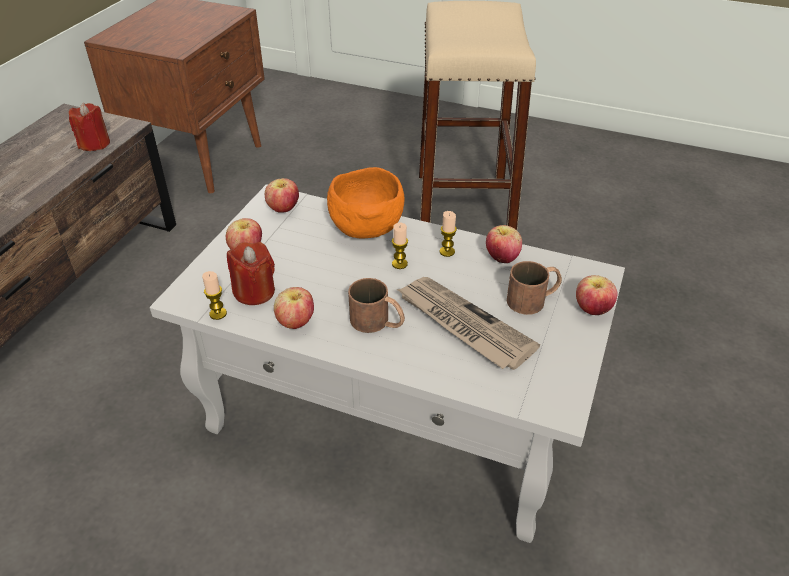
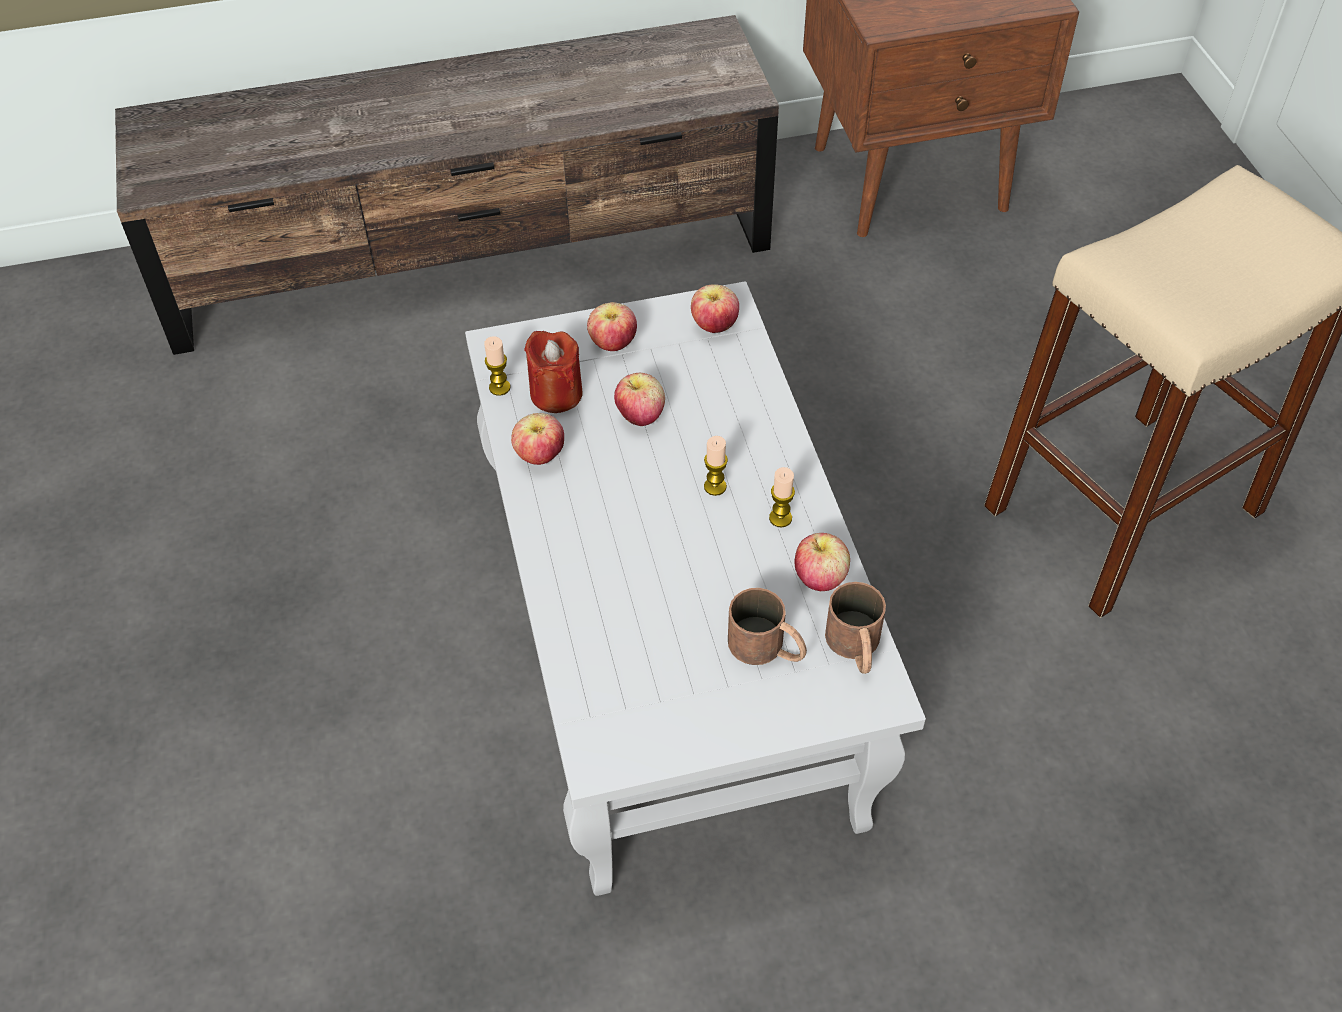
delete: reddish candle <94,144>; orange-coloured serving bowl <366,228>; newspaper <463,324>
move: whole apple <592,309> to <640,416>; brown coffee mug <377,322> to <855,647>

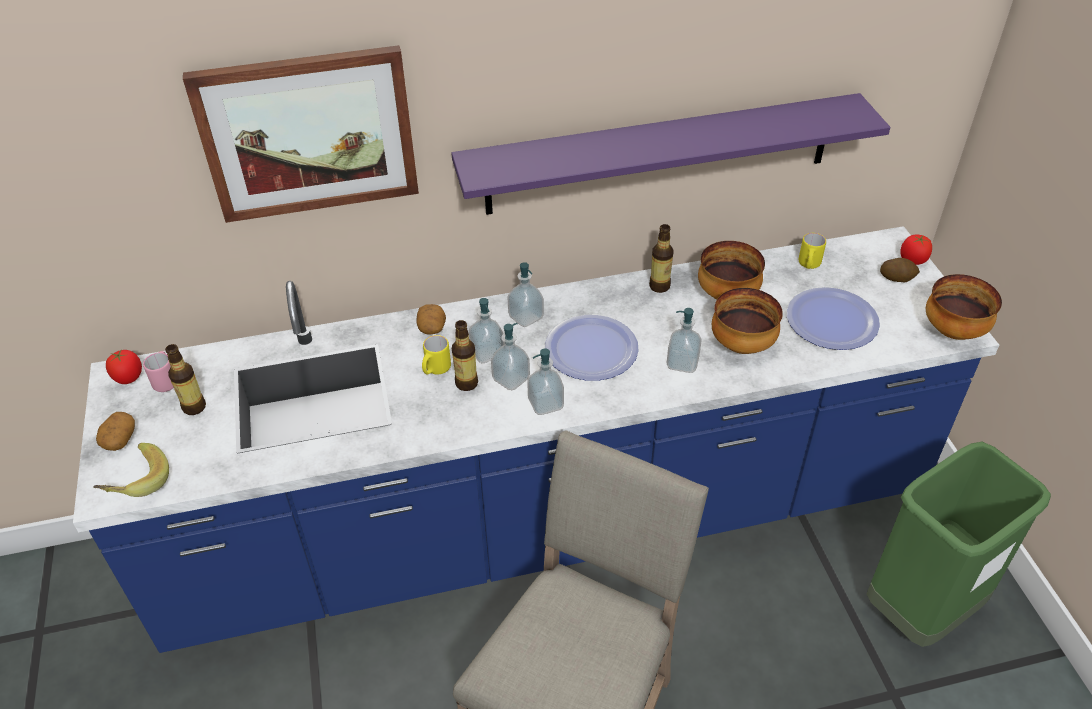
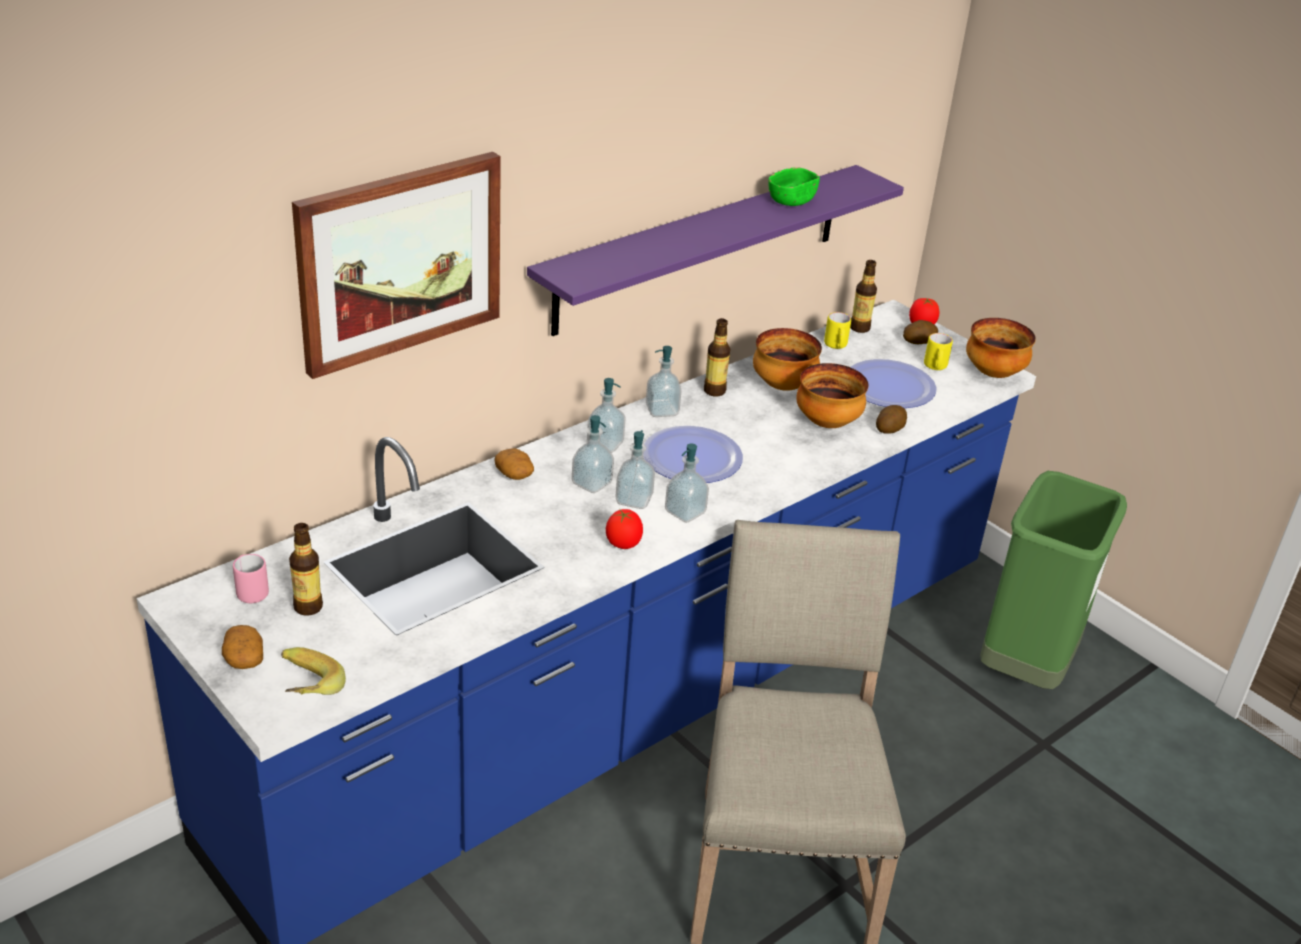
insert: greenish serving bowl <791,200>; potato <889,428>
move: liquid soap bottle <682,363> to <662,410>; beverage bottle <466,383> to <859,328>; yellow-coloured coffee mug <435,370> to <935,367>; fresh tomato <129,377> to <623,543>

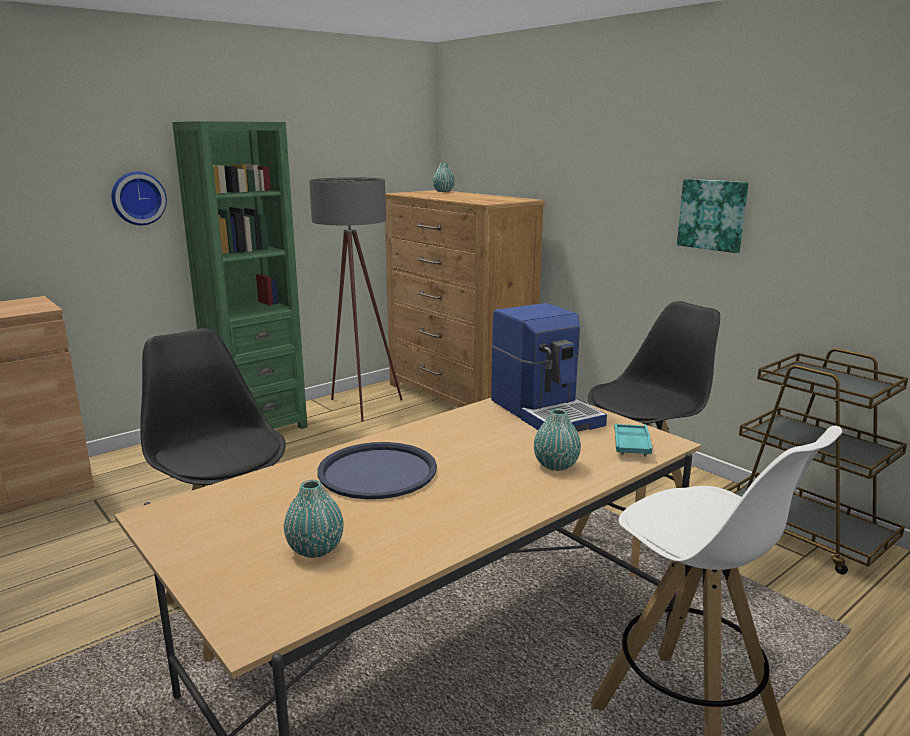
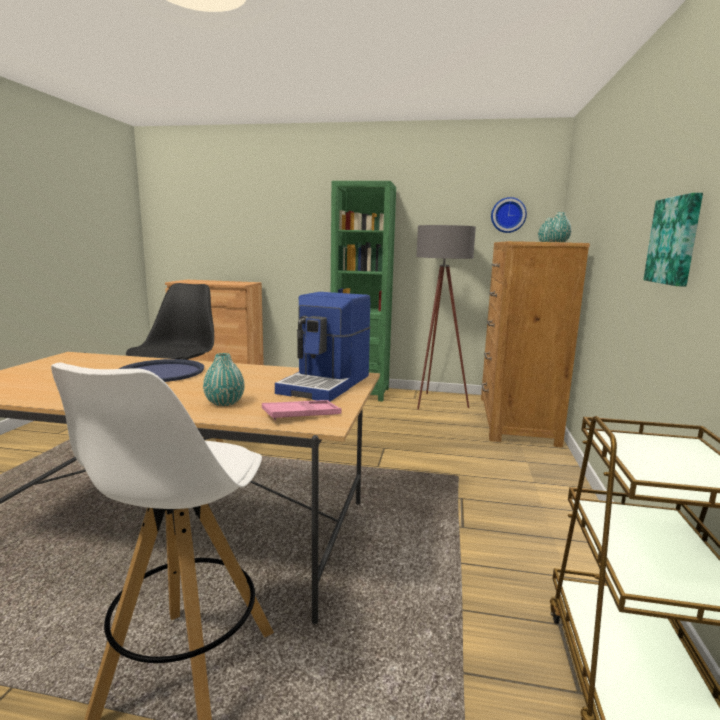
delete: black-coloured stool seat <637,540>
move: clock on the wall <138,198> to <508,215>; blue-green vase <315,549> to <557,242>
recolor: blue-green tray <631,444> to pinkish tray <301,415>

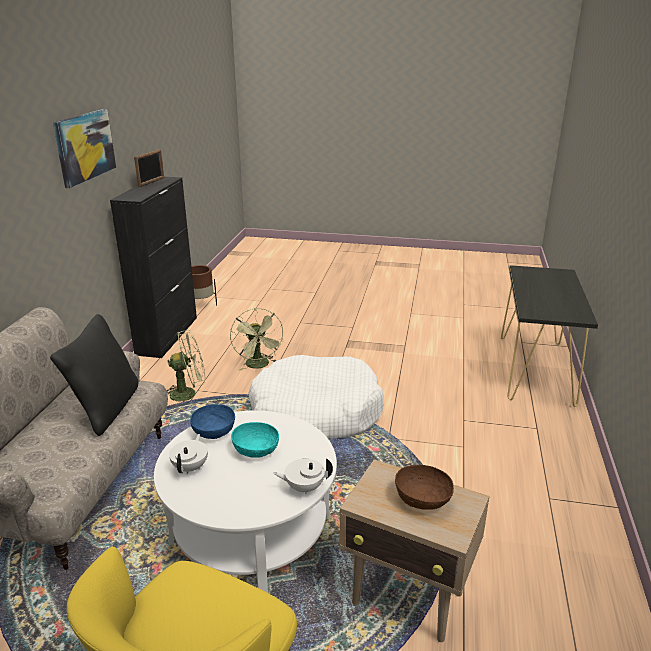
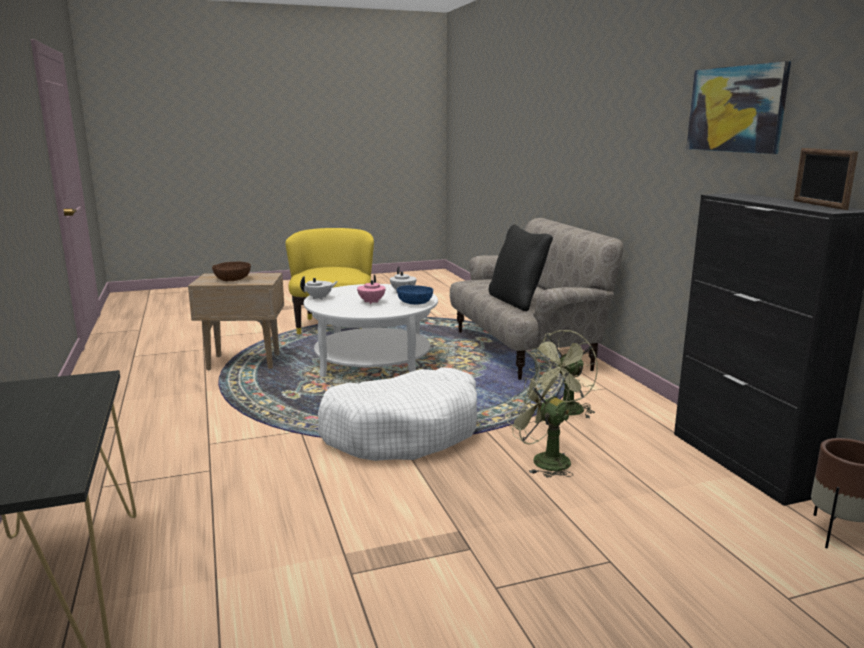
replace: blue-green serving bowl <256,450> to pinkish teapot <371,302>

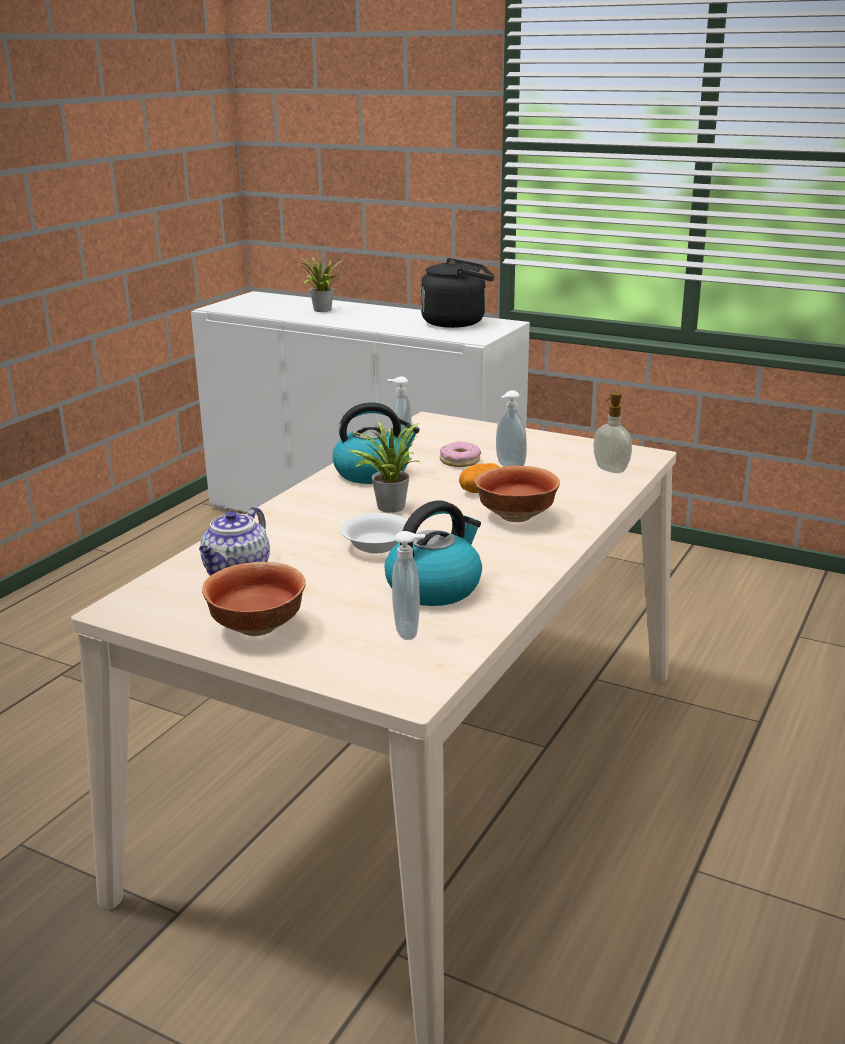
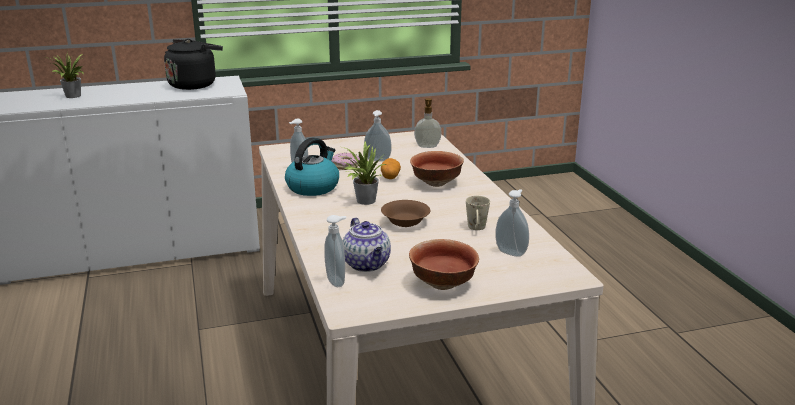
insert: liquid soap bottle <337,281>
replace: kettle <434,587> to beige coffee mug <477,229>
recolor: whitish serving bowl <376,546> to brown serving bowl <404,222>

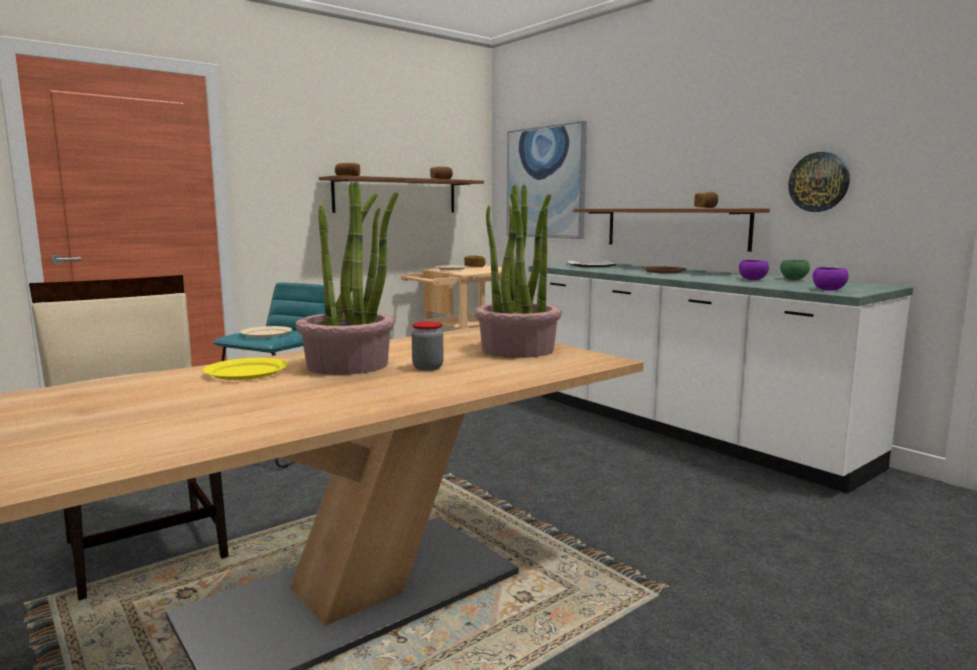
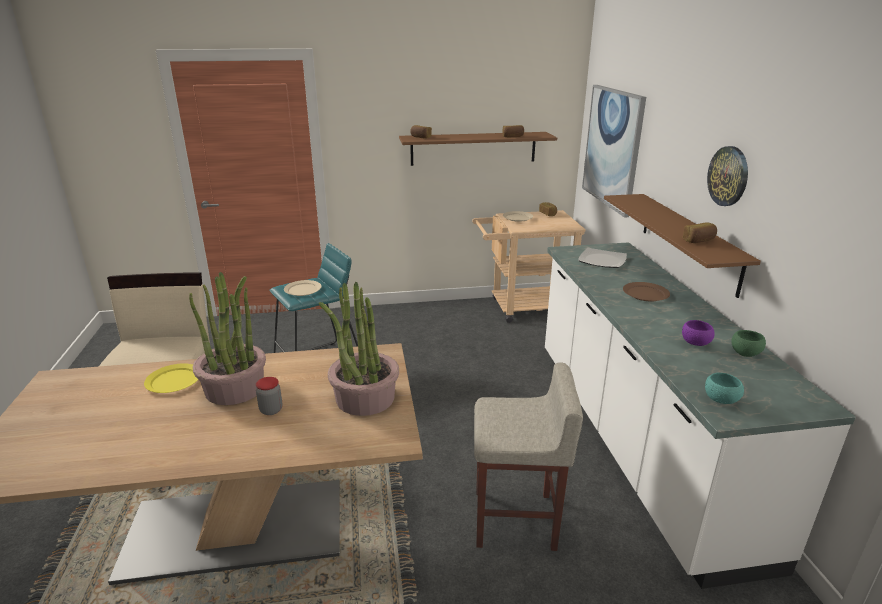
insert: beige stool seat <516,520>
move: clock on the wall <819,182> to <728,176>
recolor: purple serving bowl <828,290> to blue-green serving bowl <721,400>

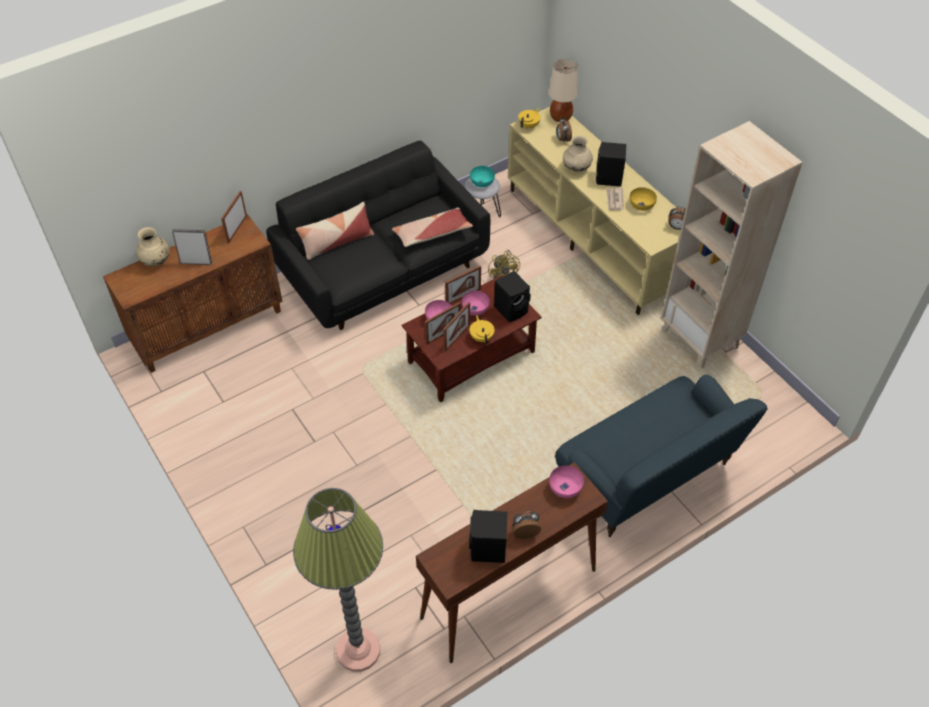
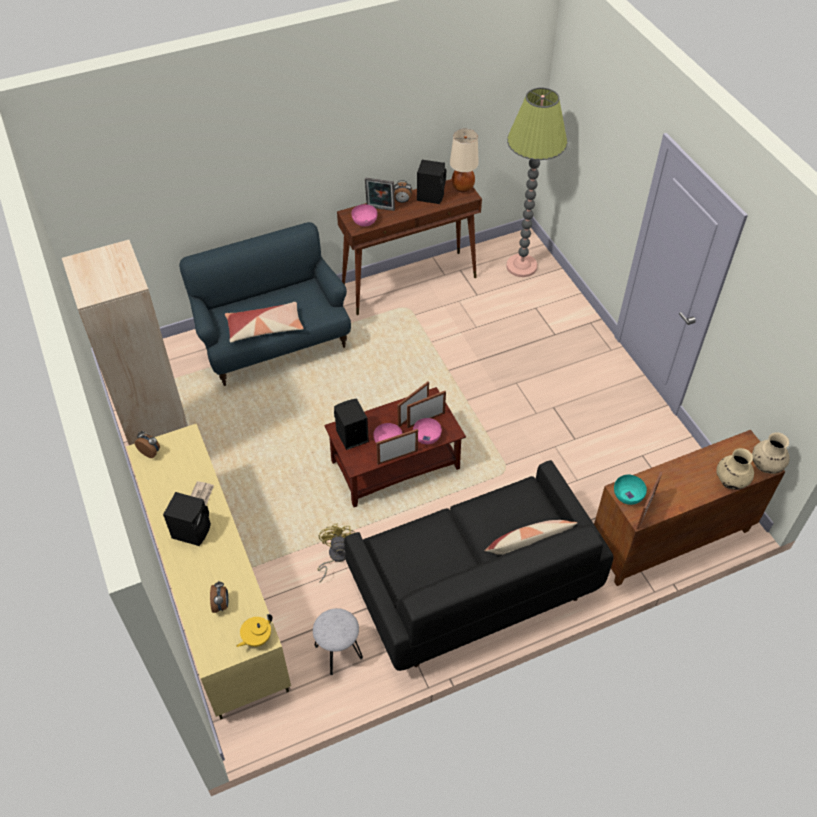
delete: yellow-coloured serving bowl <641,205>; yellow-coloured teapot <482,337>
move: beige tabletop lamp <560,118> to <462,187>; beige vase <576,168> to <765,466>; blue-green serving bowl <482,182> to <627,495>; throw pillow <432,233> to <265,327>; photo frame <196,262> to <380,209>

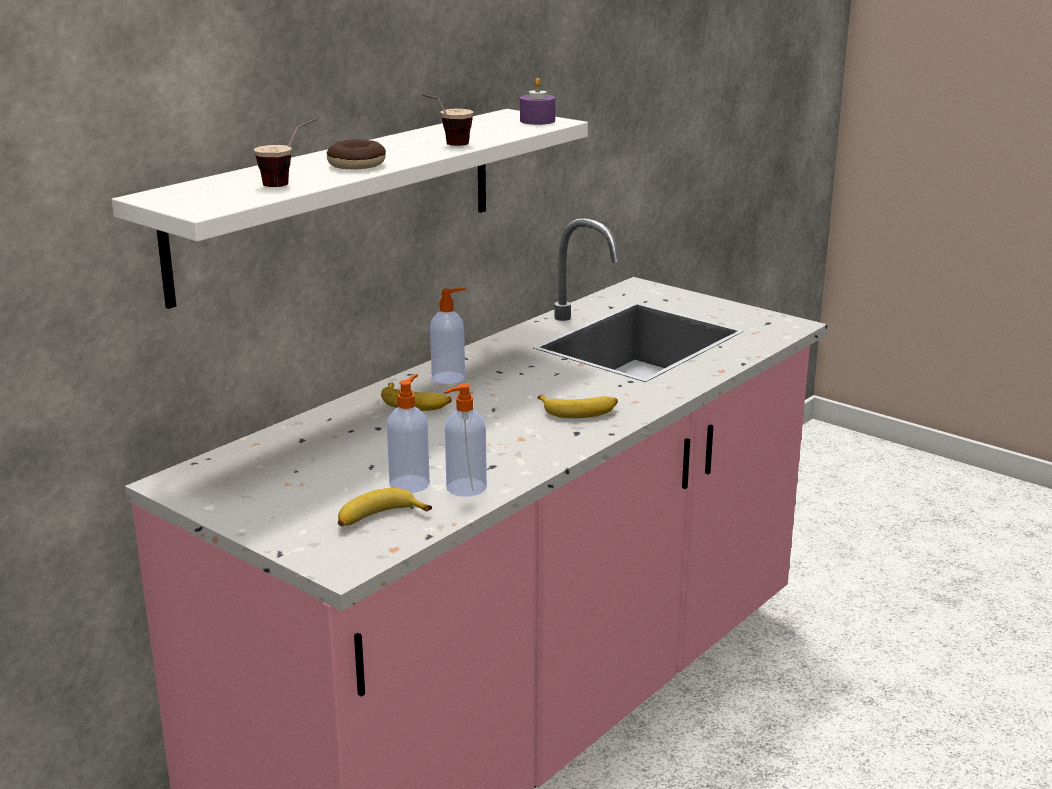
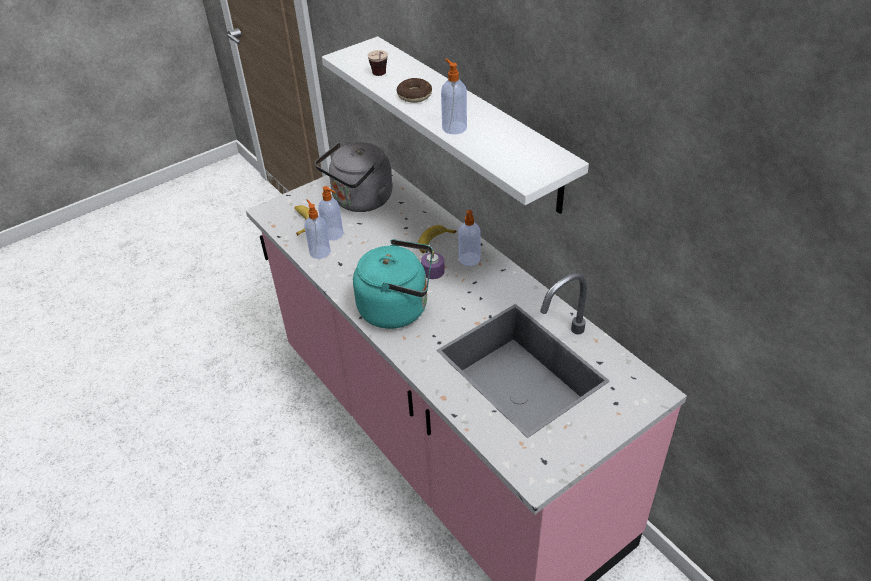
insert: greyish kettle <360,201>
move: purple candle <537,121> to <433,271>
replace: small cup <447,146> to liquid soap bottle <454,127>; whole banana <579,411> to blue-green kettle <398,308>

